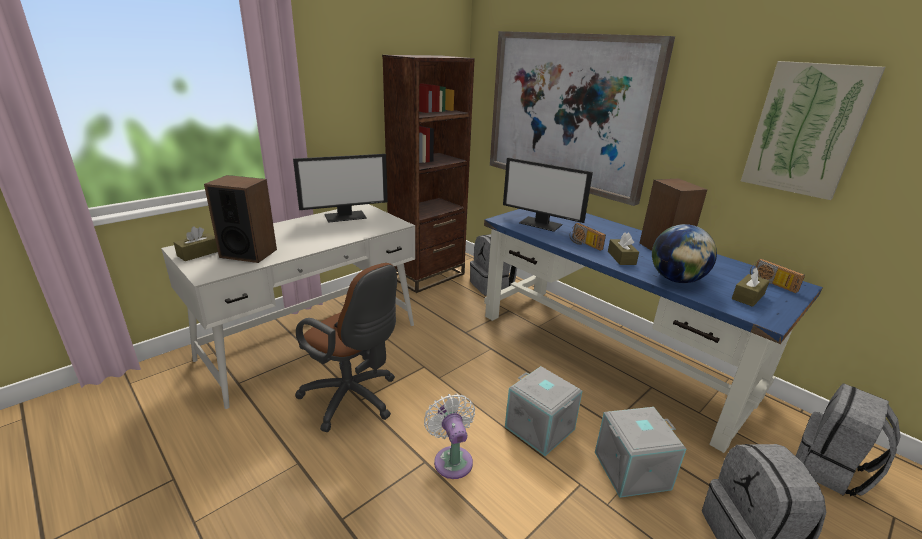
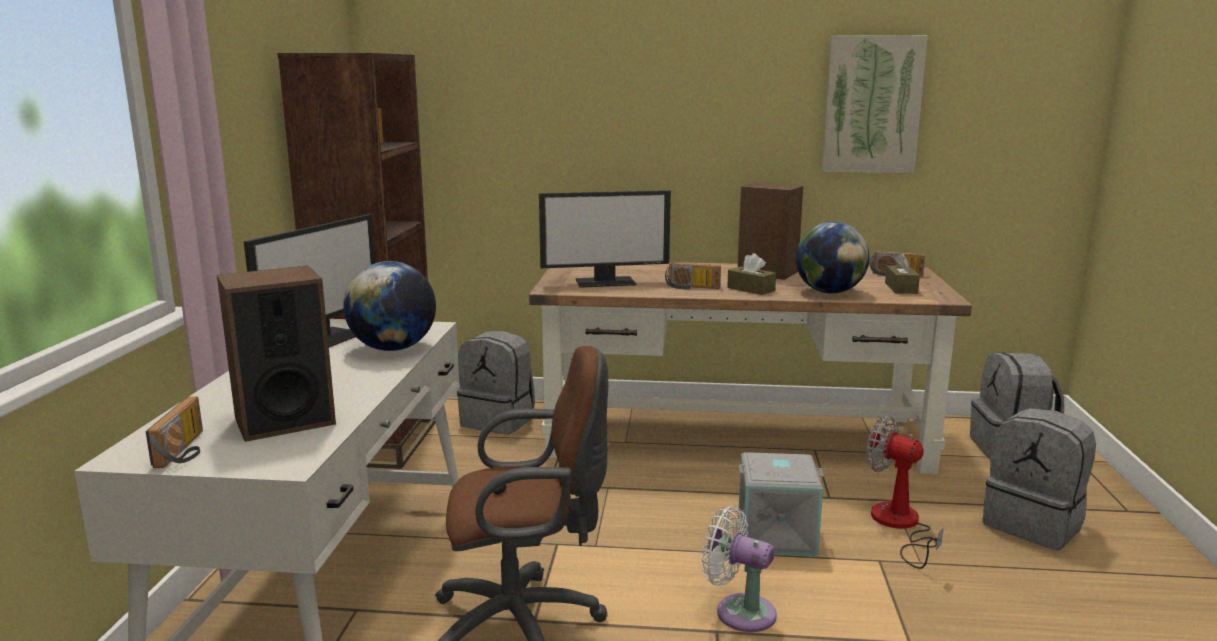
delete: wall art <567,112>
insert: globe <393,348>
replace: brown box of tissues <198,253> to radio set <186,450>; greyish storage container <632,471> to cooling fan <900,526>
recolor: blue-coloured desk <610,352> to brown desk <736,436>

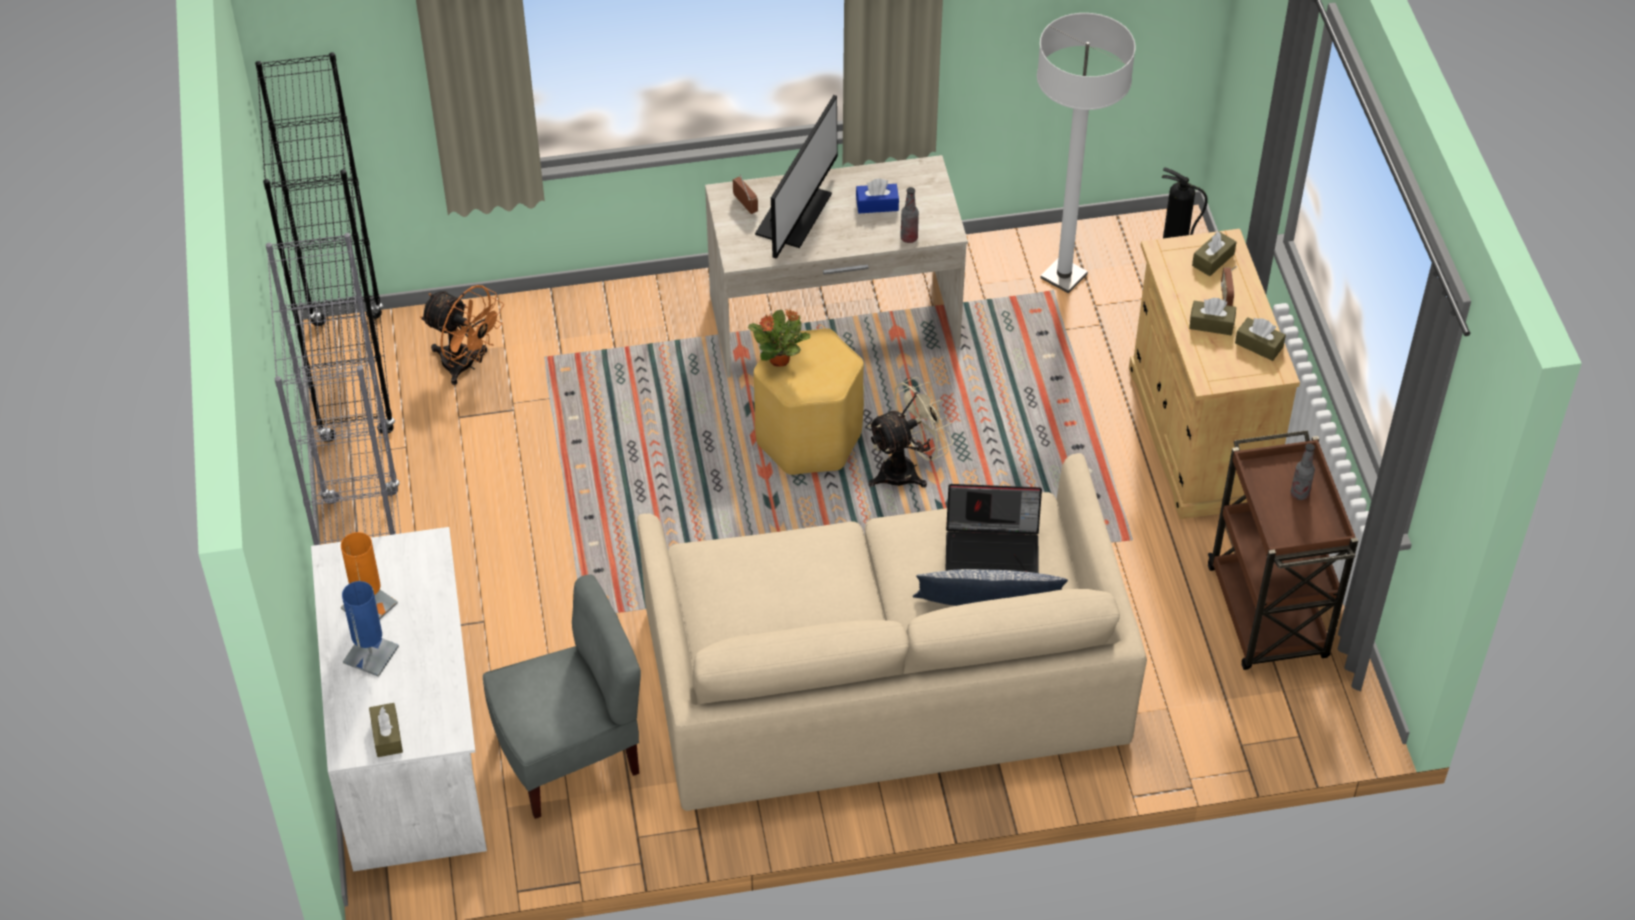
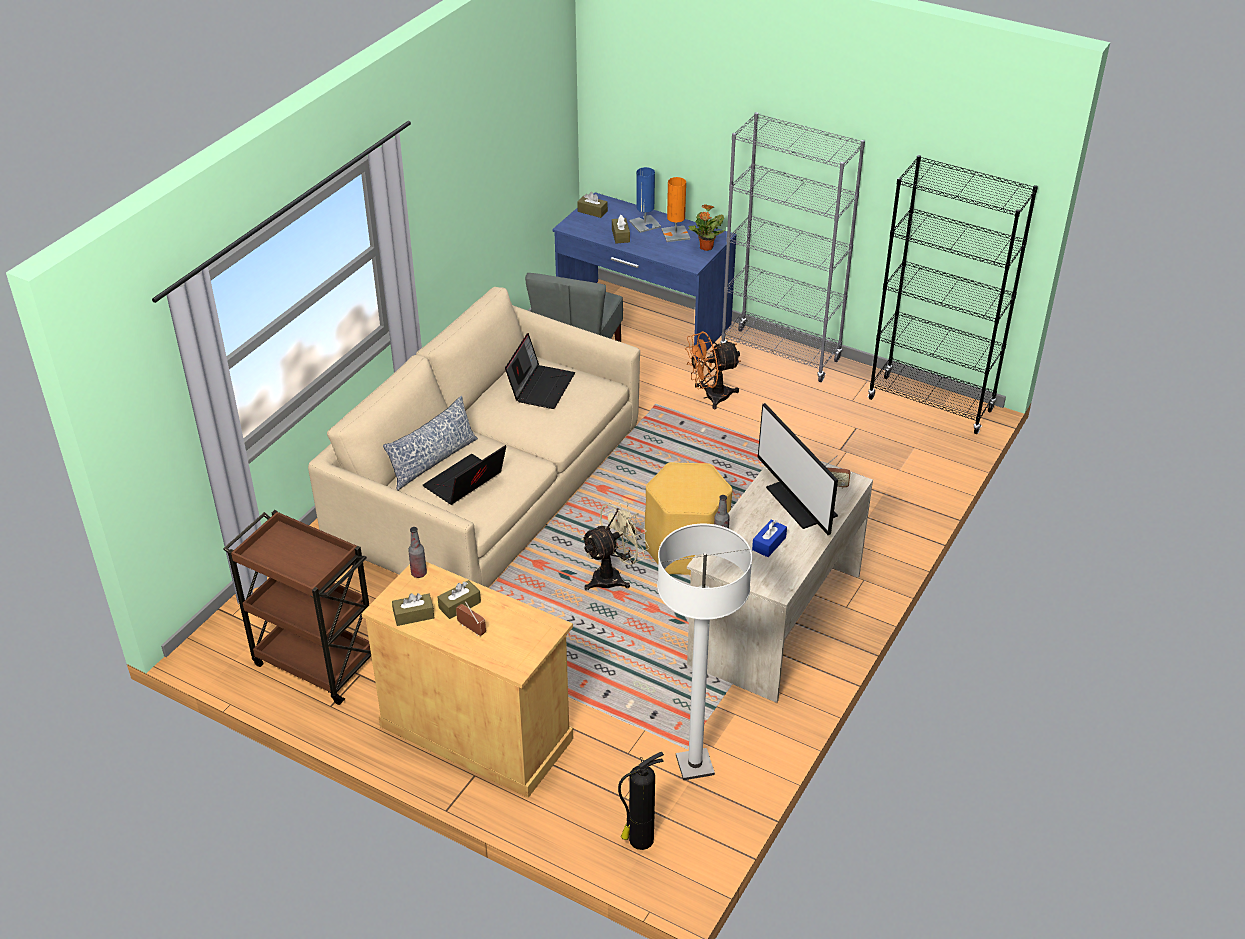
insert: notebook computer <541,386>
move: brown box of tissues <1213,260> to <620,235>; orange-coloured cooling fan <466,365> to <710,397>; potted plant <780,359> to <706,247>; beverage bottle <1299,493> to <419,573>
recolor: whitish desk <412,747> to blue-coloured desk <643,321>
rotate: beige cooling fan <907,470> = <613,576> 135 degrees counterclockwise

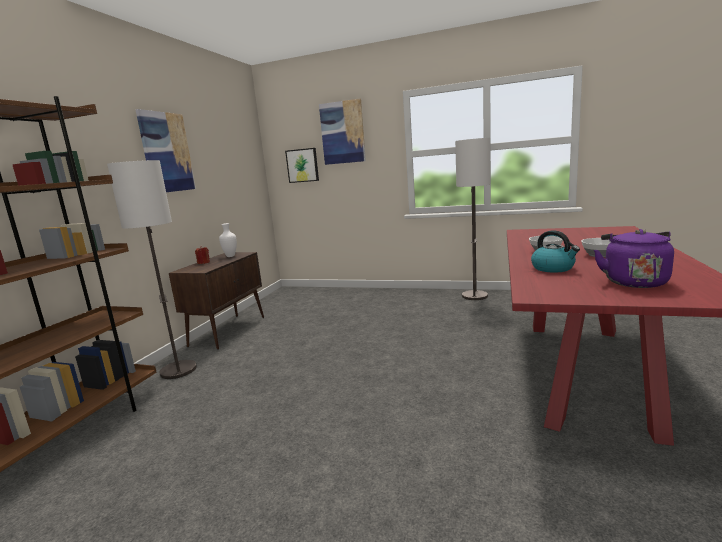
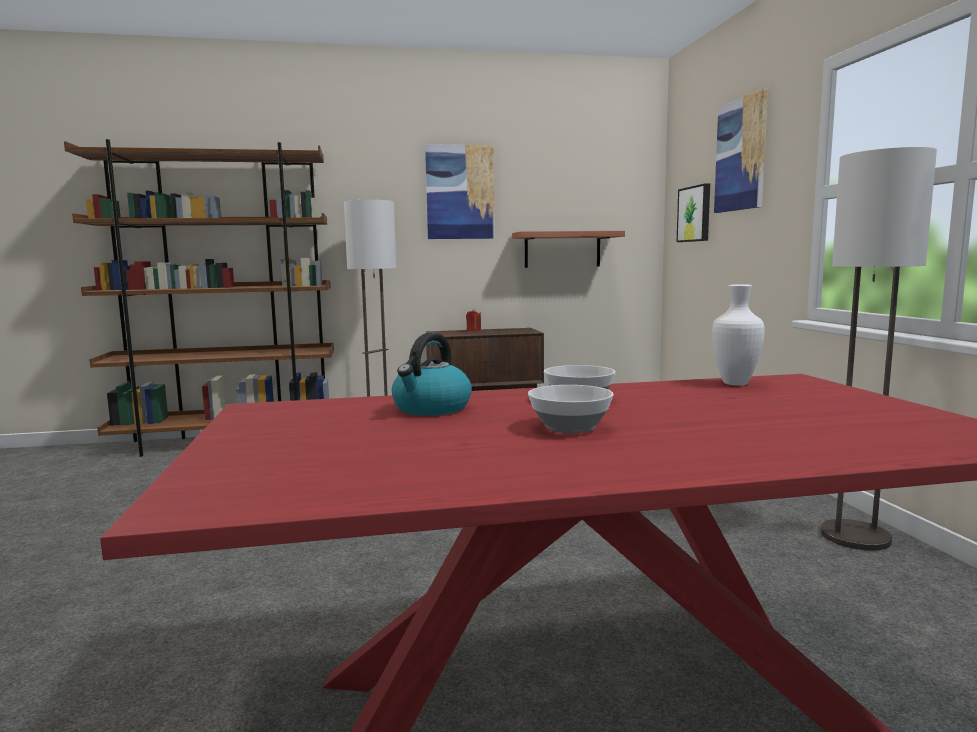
delete: purple kettle <633,281>
insert: shelf <562,249>
move: whitish vase <230,256> to <735,383>

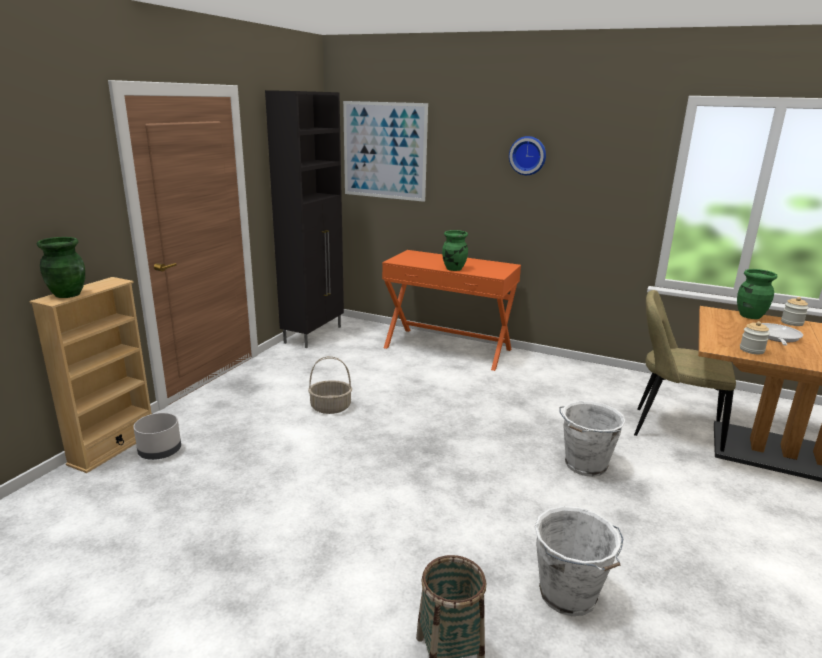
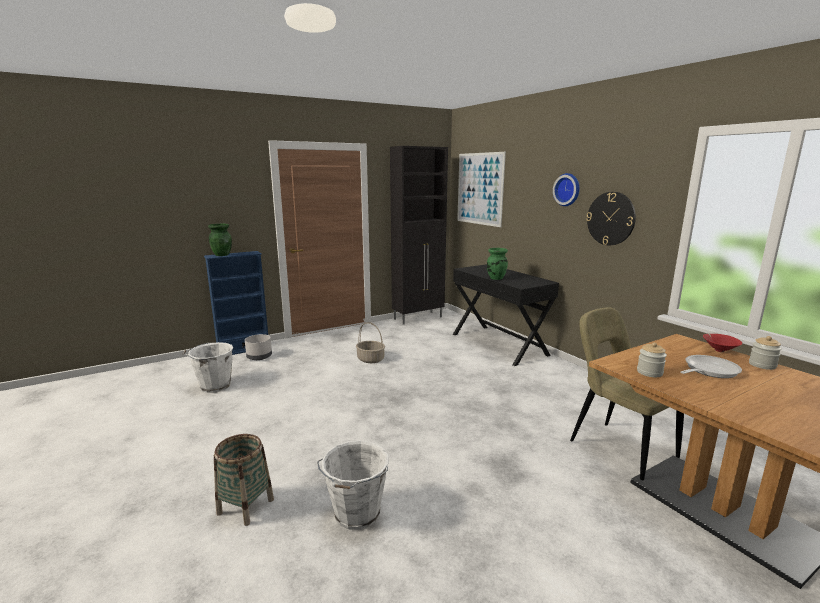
insert: clock on the wall <611,218>
move: whitish pail <584,465> to <214,386>
replace: greenish vase <750,315> to reddish serving bowl <718,350>
recolor: orange-coloured narrow table <448,348> to black-coloured narrow table <499,344>; beige bookcase <113,447> to blue-coloured bookcase <243,349>

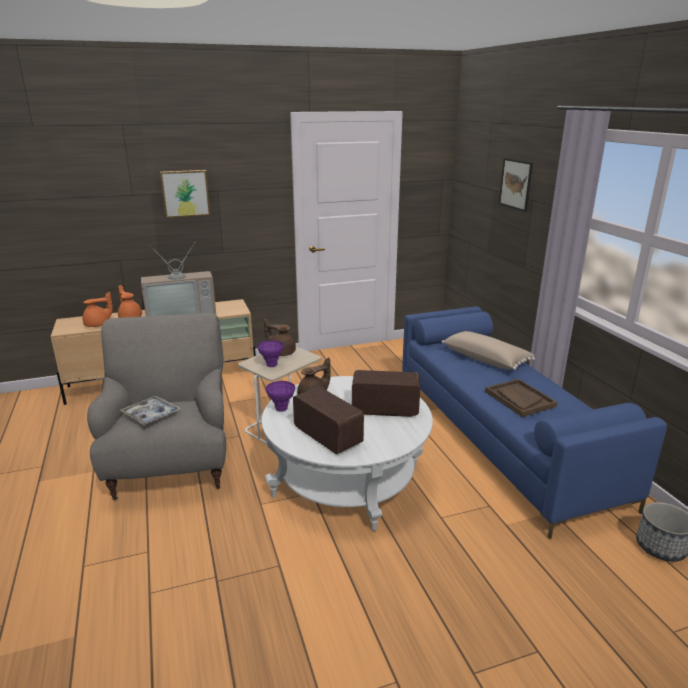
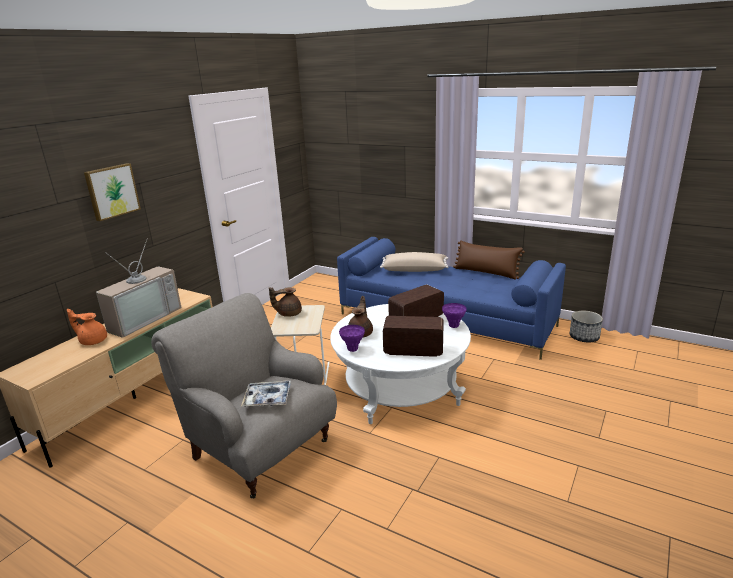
delete: wall art <515,184>; orange-coloured teapot <98,324>; brown tray <519,399>
insert: brown throw pillow <486,272>
move: purple vase <271,365> to <453,326>

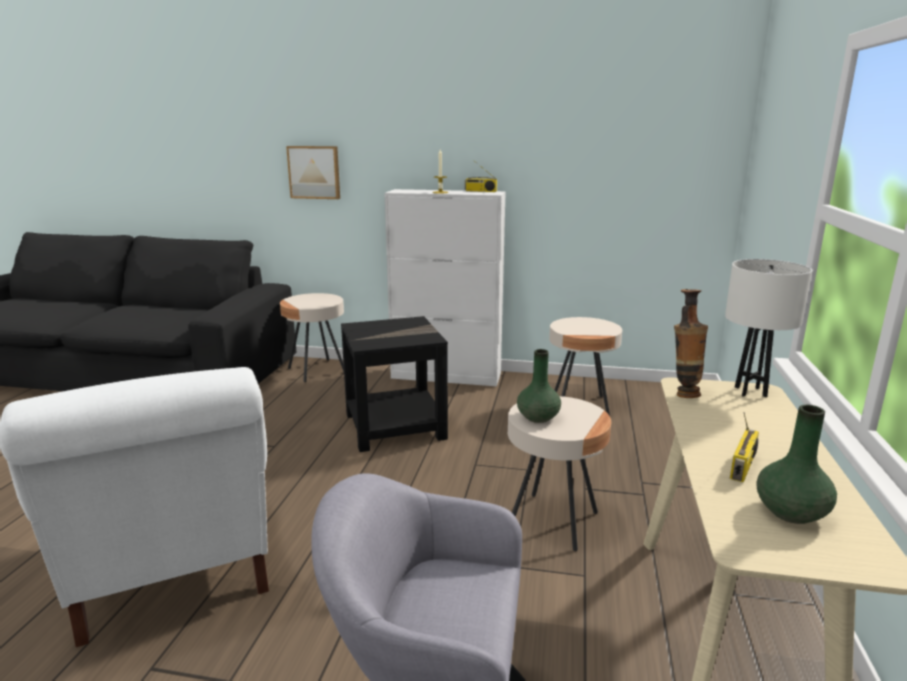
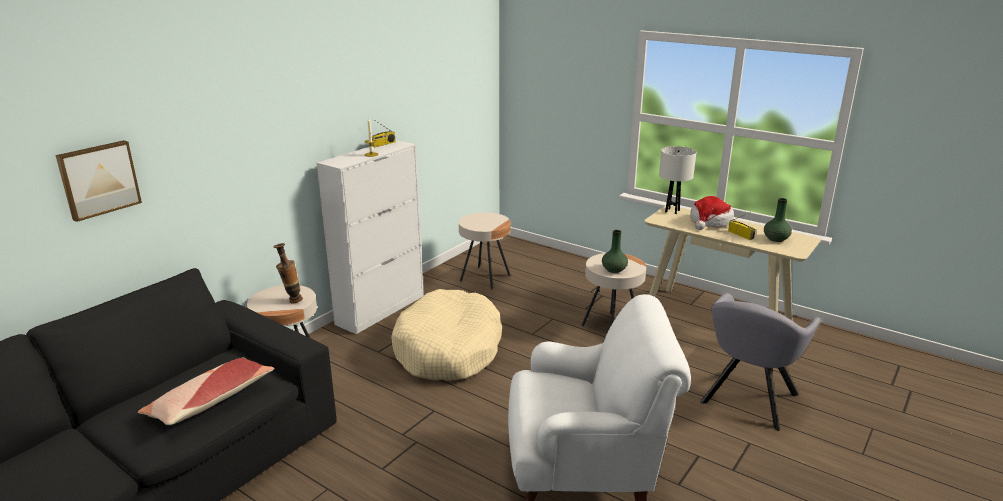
insert: hat <710,222>; throw pillow <210,401>
move: wall art <314,172> to <98,179>; vase <684,393> to <292,300>
replace: black-coloured side table <395,425> to beige pet bed <448,350>

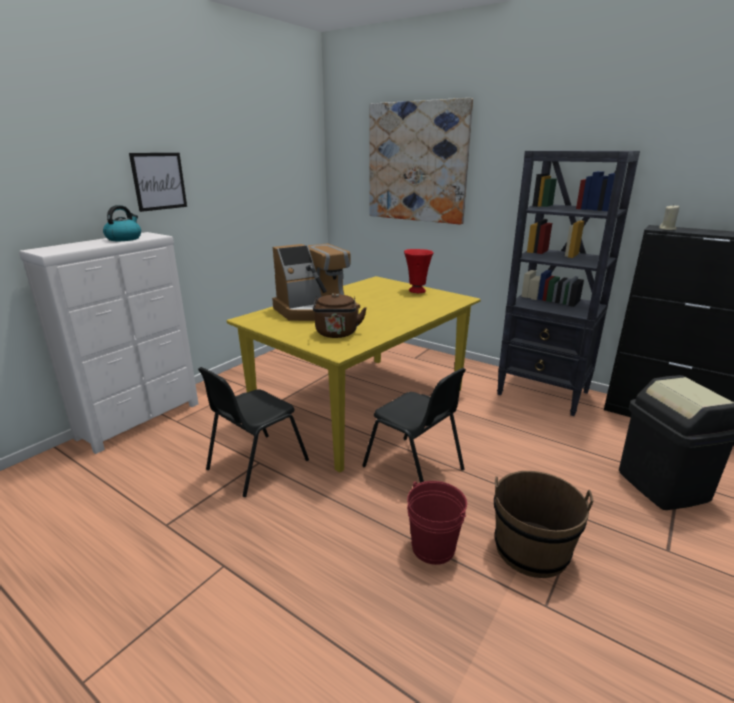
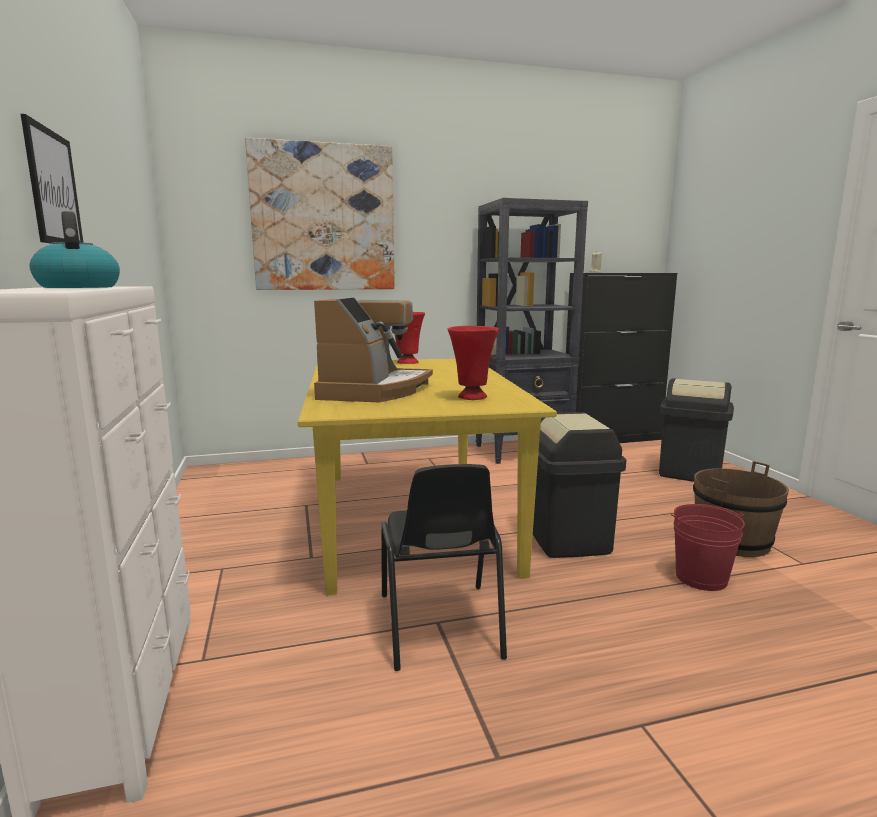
replace: brown kettle <337,334> to reddish vase <472,397>; black-coloured upright chair <414,468> to black-coloured waste bin <569,539>

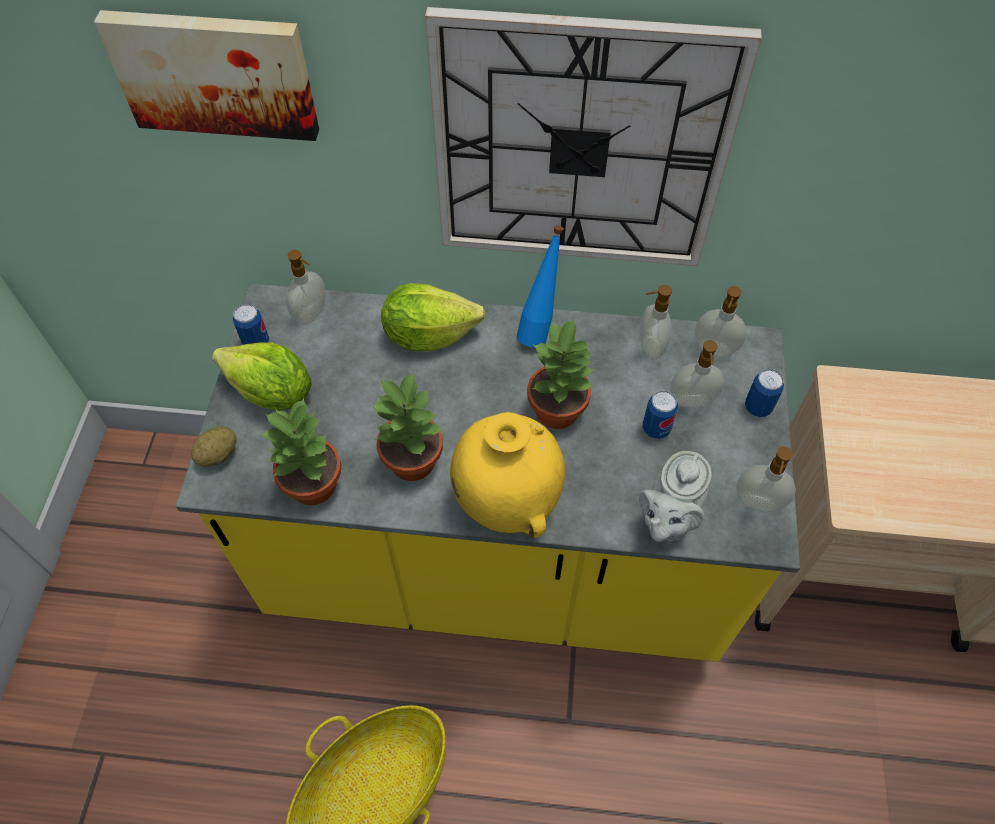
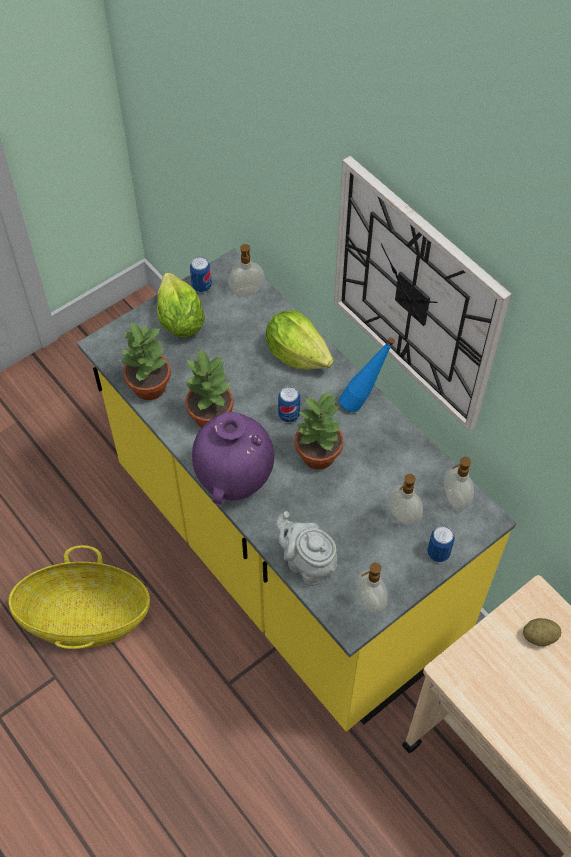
delete: wall art <215,72>; liquid soap bottle <649,347>
move: metal can <656,428> to <289,415>; potato <218,455> to <539,637>
recolor: yellow-coloured vase <506,500> to purple vase <234,478>
rotate: greyish teapot <667,520> = <307,564> 60 degrees clockwise

